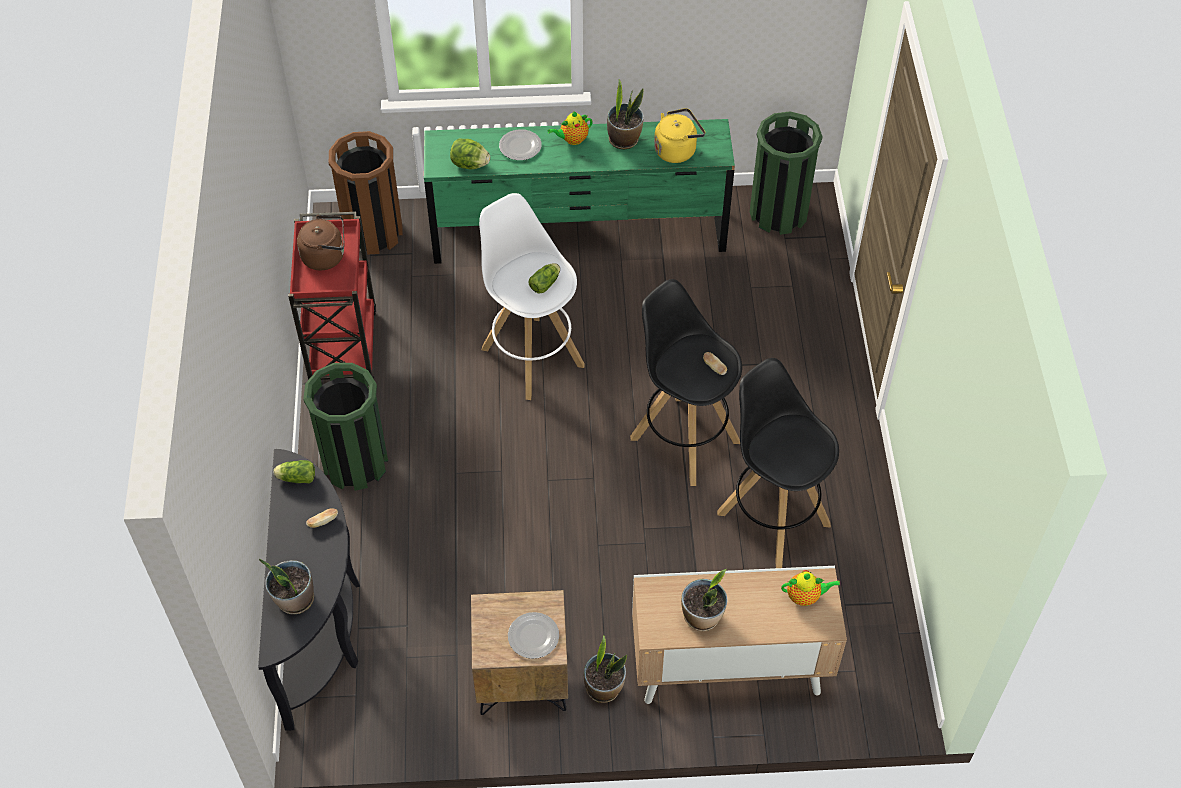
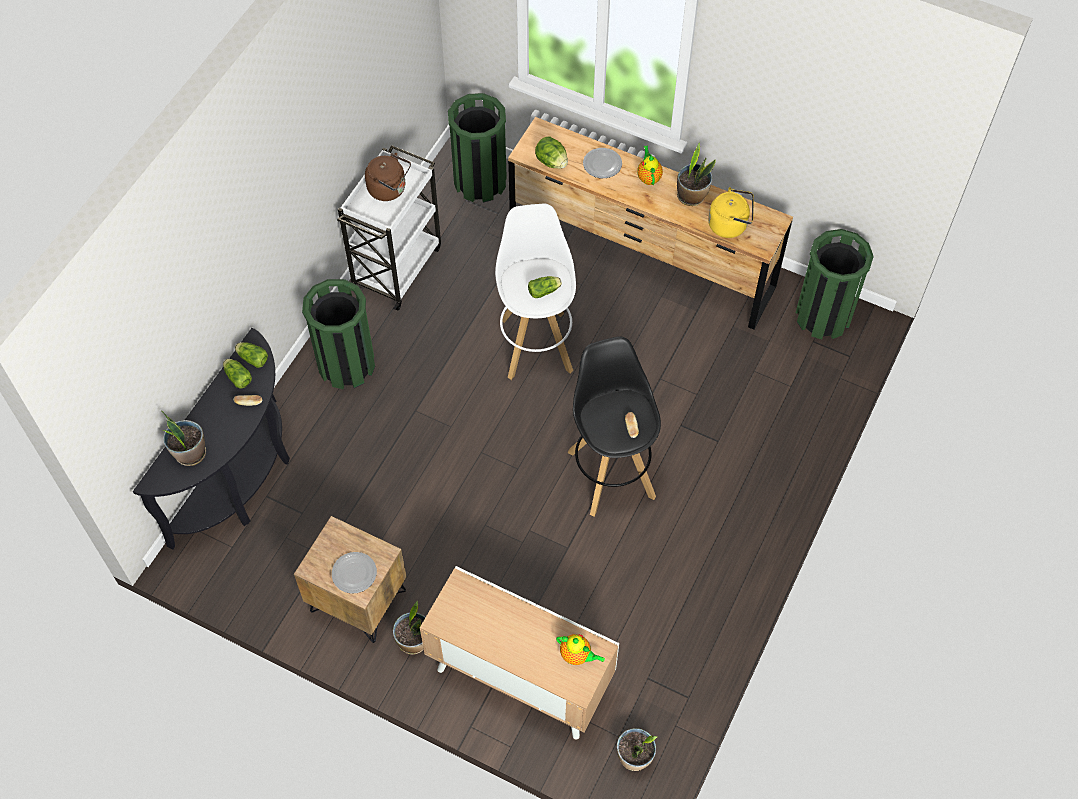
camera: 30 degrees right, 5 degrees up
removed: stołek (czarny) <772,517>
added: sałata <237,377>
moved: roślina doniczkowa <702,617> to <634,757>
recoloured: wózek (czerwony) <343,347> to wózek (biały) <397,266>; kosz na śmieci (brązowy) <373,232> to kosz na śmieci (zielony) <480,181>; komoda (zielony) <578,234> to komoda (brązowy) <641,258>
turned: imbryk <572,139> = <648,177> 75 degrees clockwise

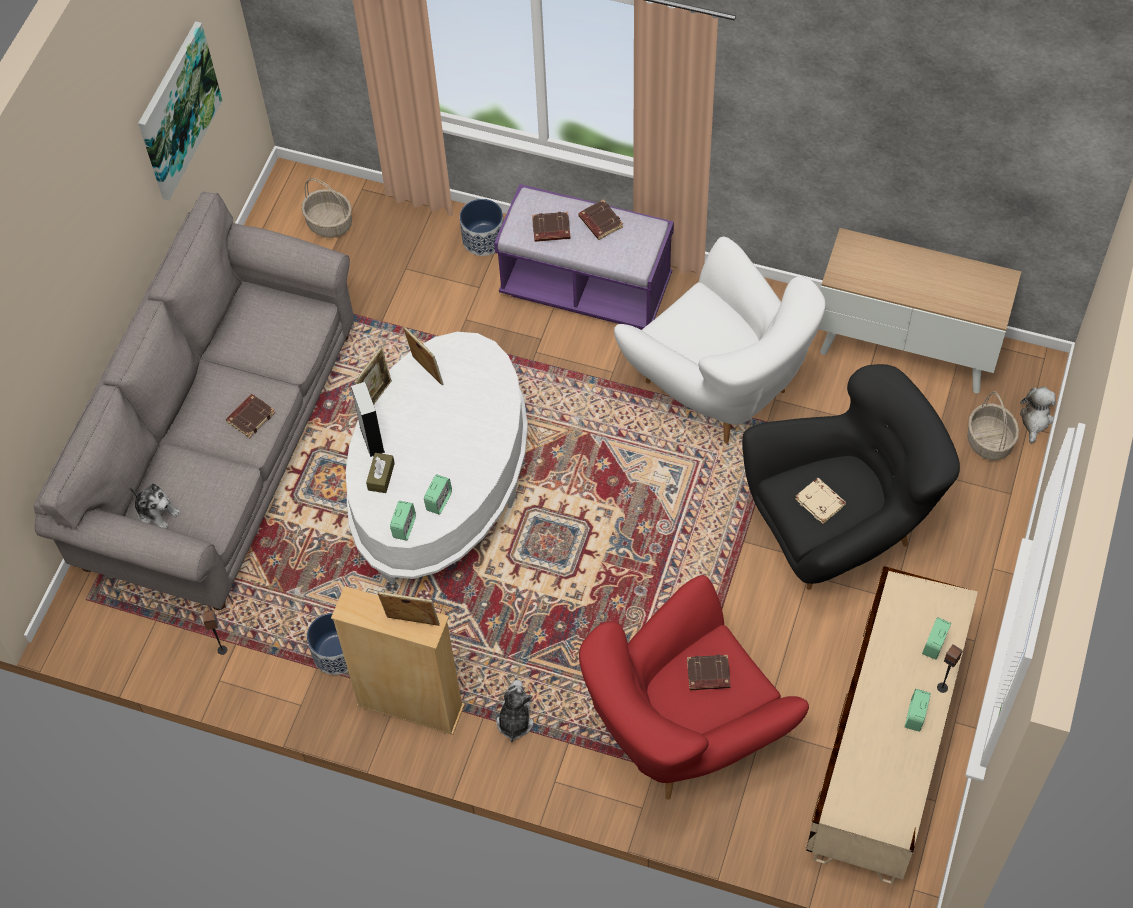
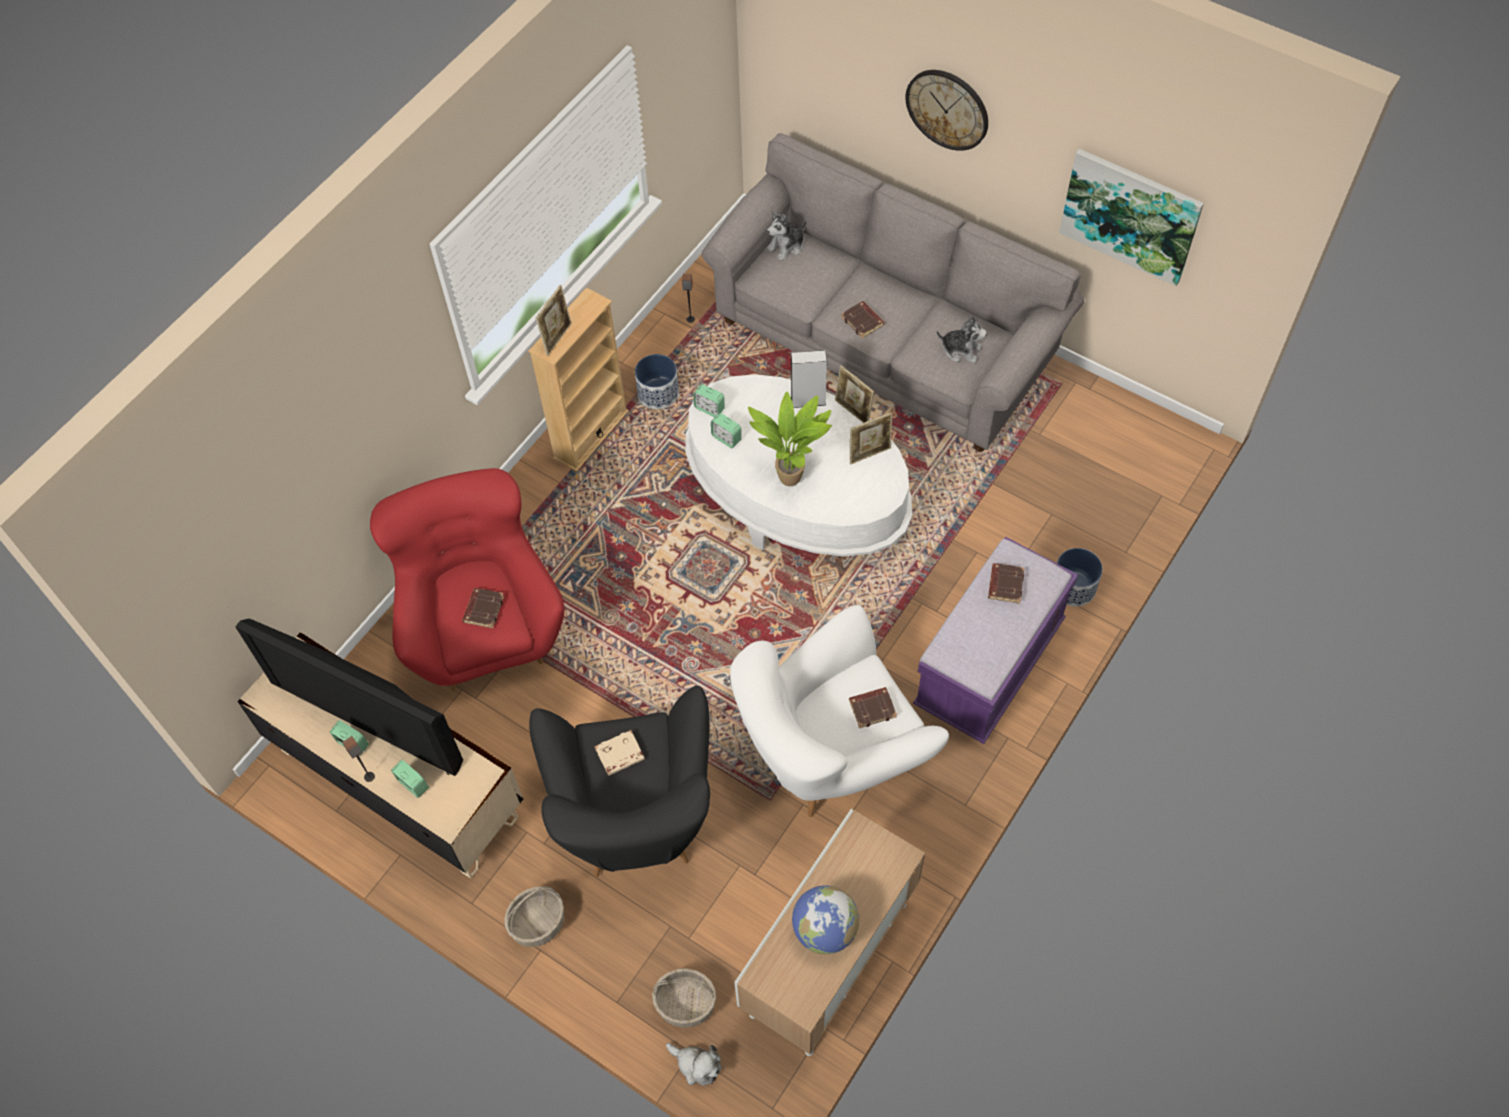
camera: 105 degrees right, 0 degrees up
removed: pudełko chusteczek (brązowy) <381,476>
added: telewizor <370,718>; roślina doniczkowa <792,476>; globus <825,930>; zegar ścienny <947,109>
moved: koszyk <330,223> to <538,924>; książka (brązowy) <600,222> to <872,708>; pluszak <514,720> to <961,350>

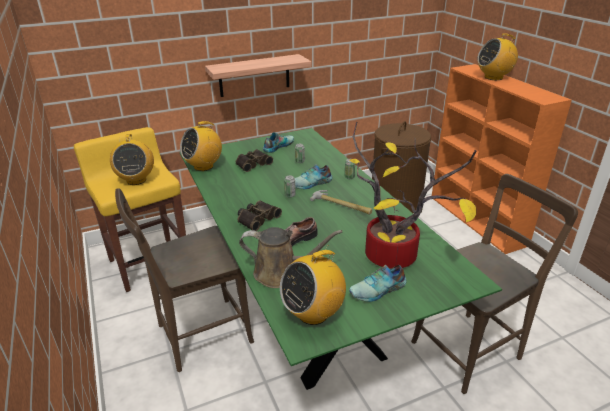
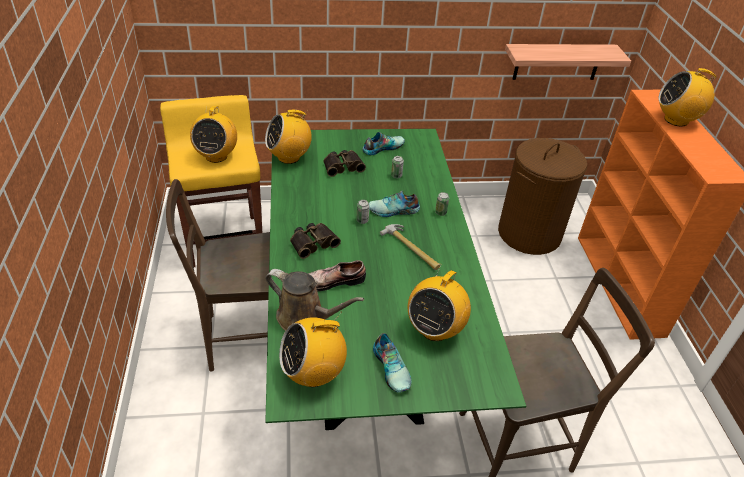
camera: 15 degrees right, 10 degrees up
moved: półka <254,75> to <557,62>
replaced: roślina doniczkowa <395,254> to radio <435,329>
turned: but <378,290> = <392,367> 105 degrees counterclockwise

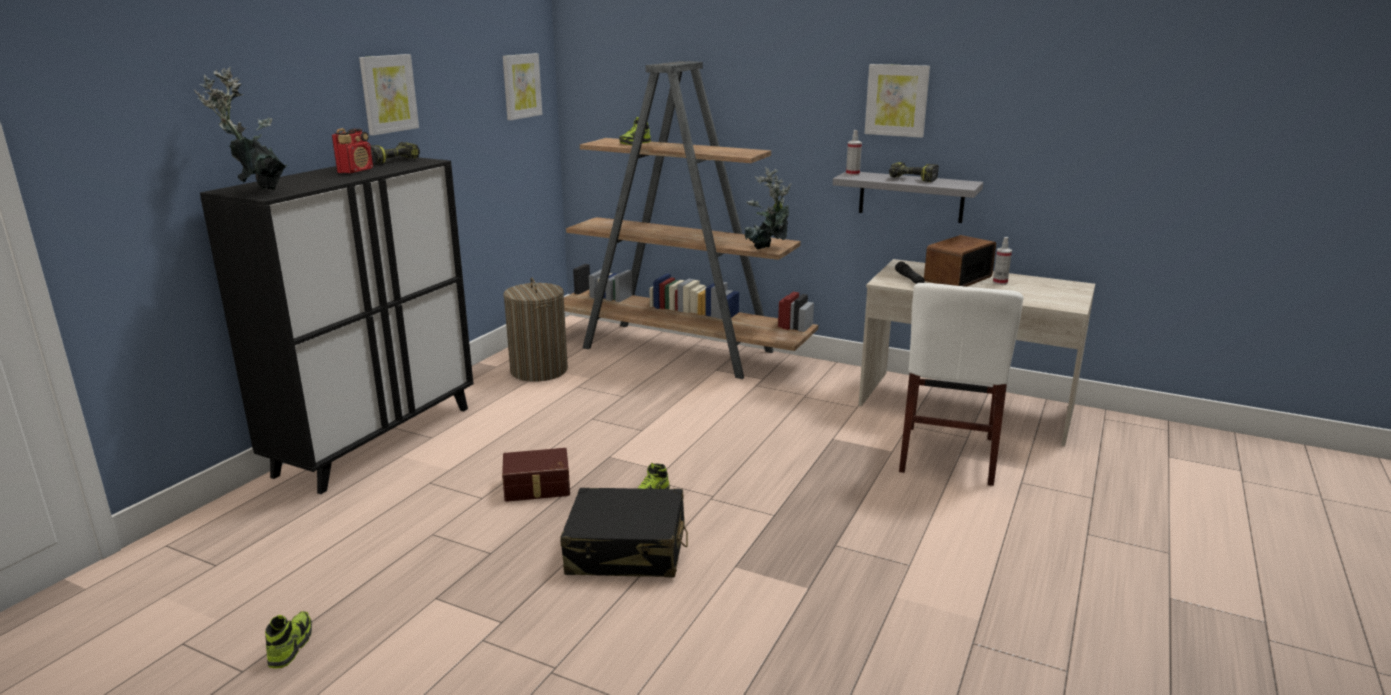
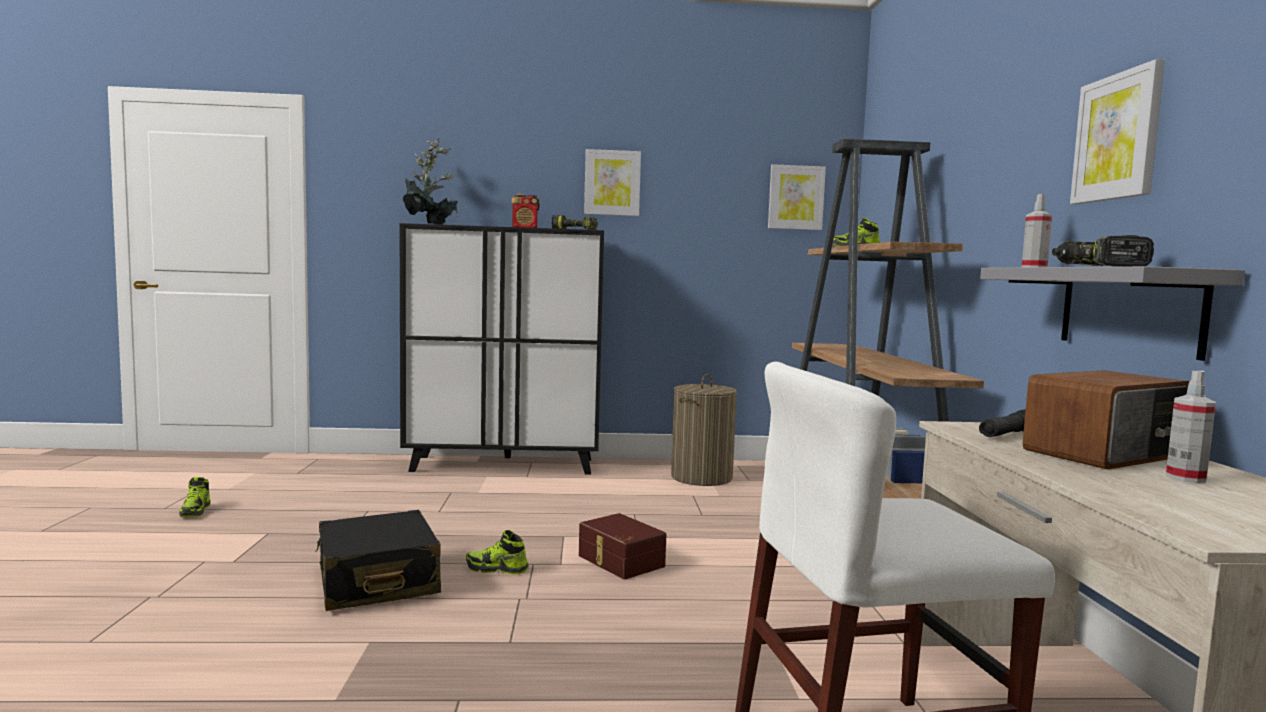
camera: 60 degrees right, 15 degrees down
removed: roślina doniczkowa <767,250>
moved: pojemnik do przechowywania (brązowy) <537,487> to <619,561>
turned: but <291,646> = <195,511> 105 degrees clockwise; radio <956,278> = <1105,454> 135 degrees clockwise

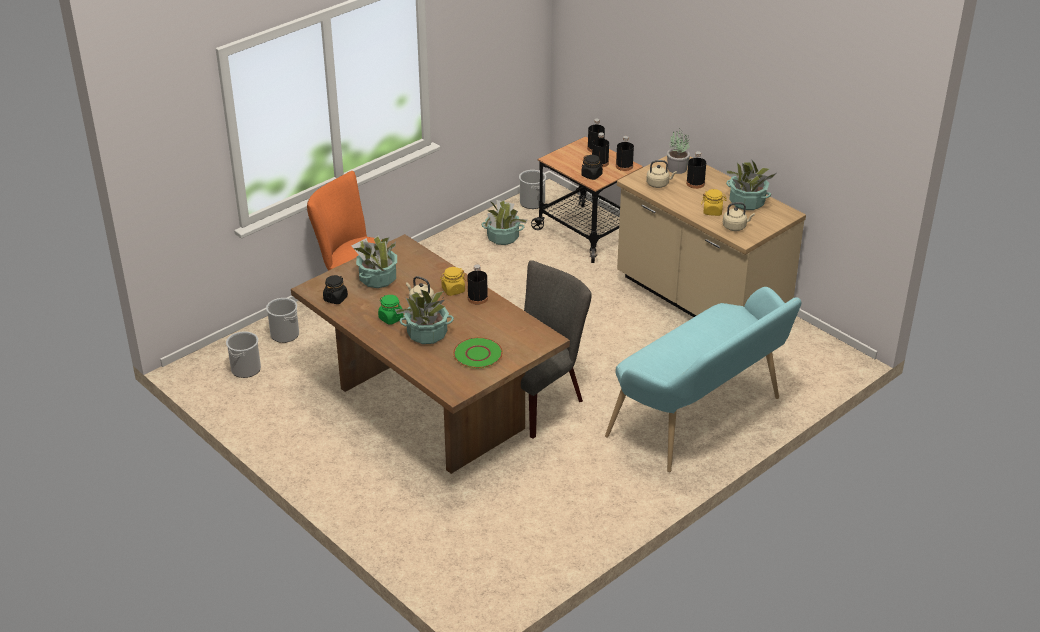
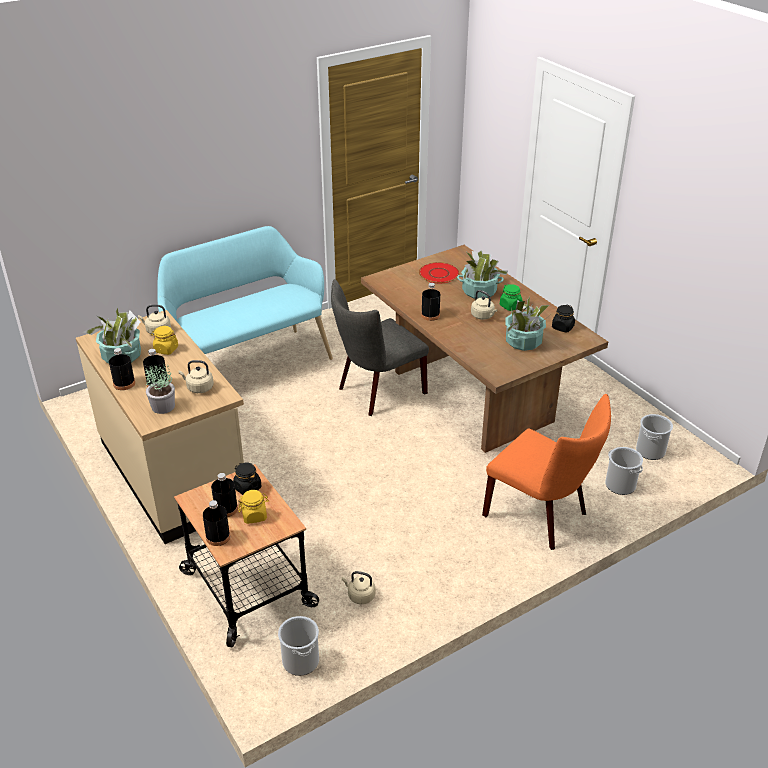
camera: 170 degrees left, 0 degrees up
moved: butelka (czarny) <624,166> to <124,383>; słoik (żółty) <453,290> to <254,515>
replaced: roślina doniczkowa <503,237> to czajnik (beżowy) <360,596>
recoloured: talerz (zielony) <478,354> to talerz (czerwony) <438,273>

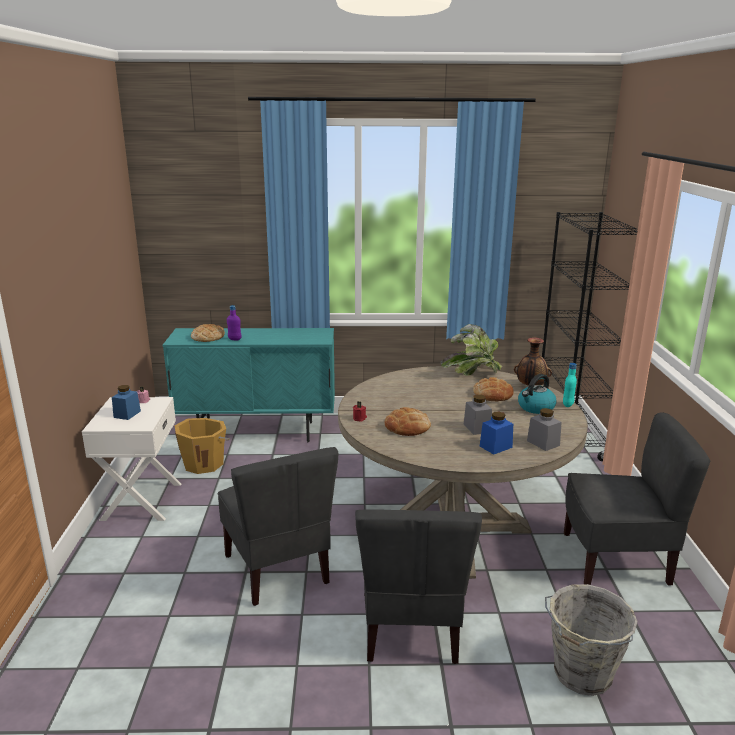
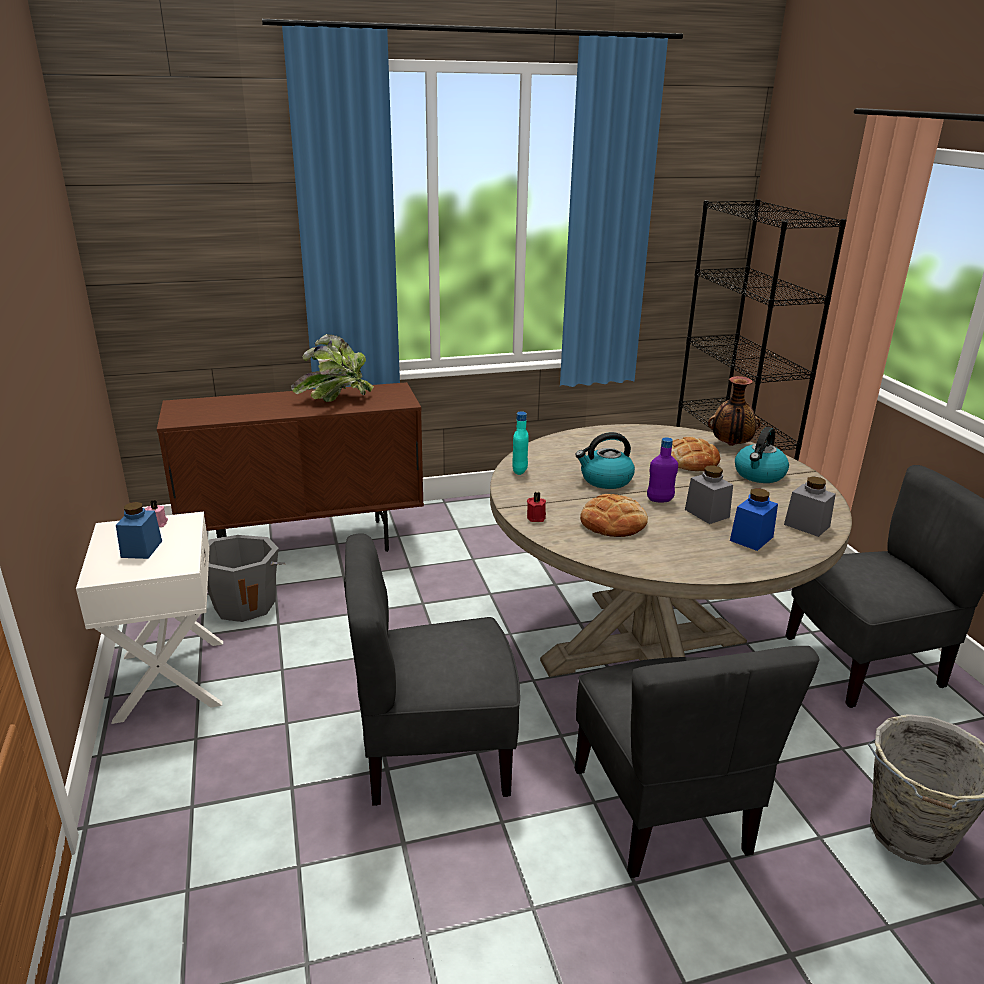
camera: 15 degrees left, 5 degrees up
removed: chleb <208,337>
added: czajnik <605,480>
moved: roślina doniczkowa <472,373> to <335,398>; butelka (turkusowy) <568,404> to <519,471>; butelka (fioletowy) <234,339> to <660,500>
recoloured: szafka (turkusowy) <257,432> to szafka (brązowy) <306,545>; wiadro (pomarańczowy) <204,463> to wiadro (szary) <245,604>
turned: krzesło (szary) <278,569> = <434,755> 120 degrees clockwise

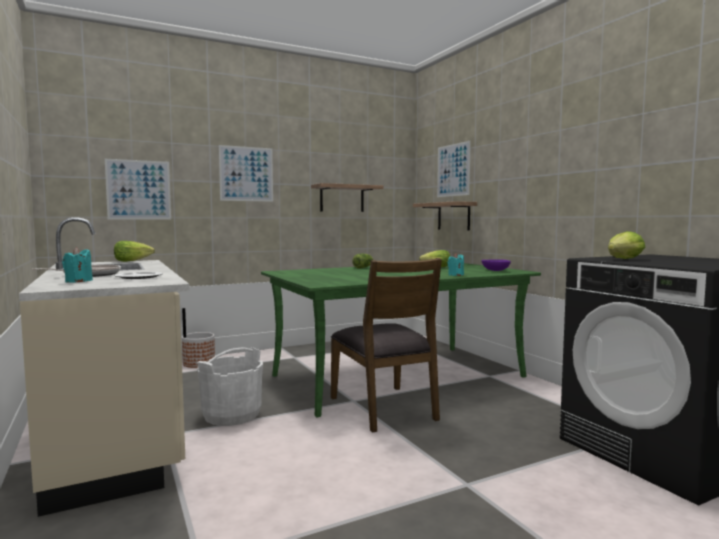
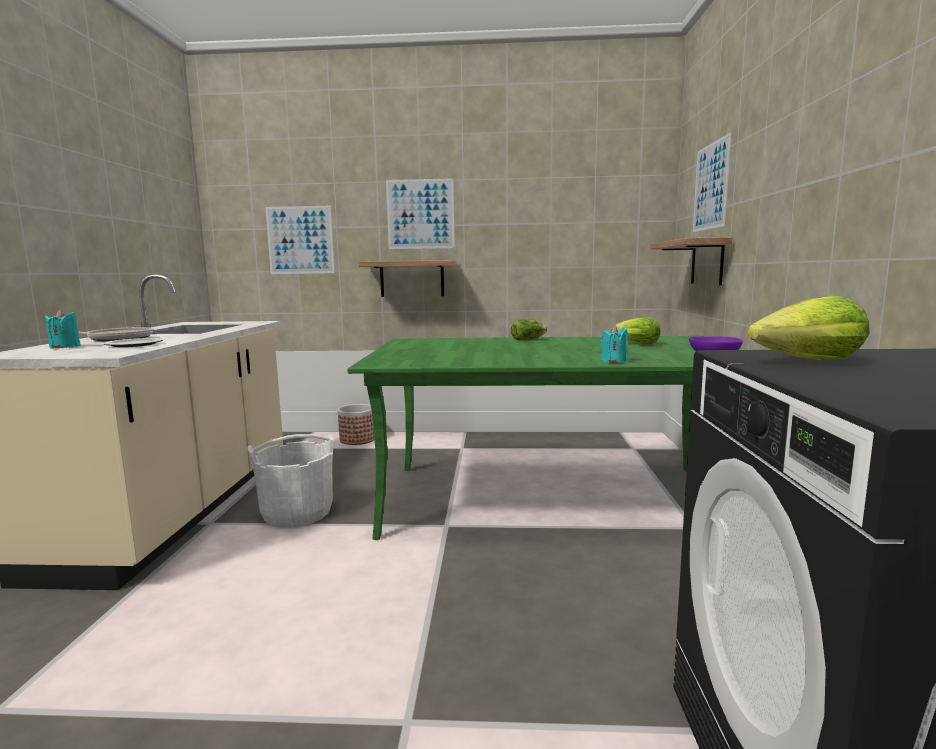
camera: 30 degrees right, 5 degrees up
removed: sałata <132,261>; krzesło (brązowy) <384,408>
moved: półka <342,198> to <412,279>

